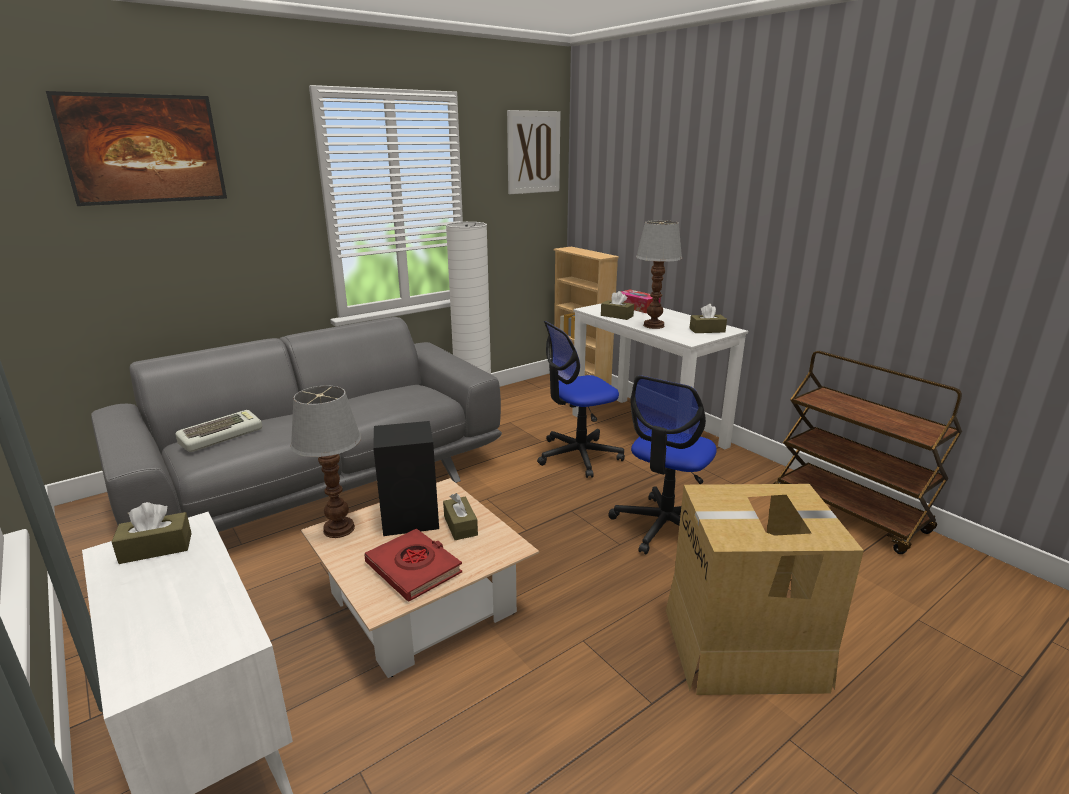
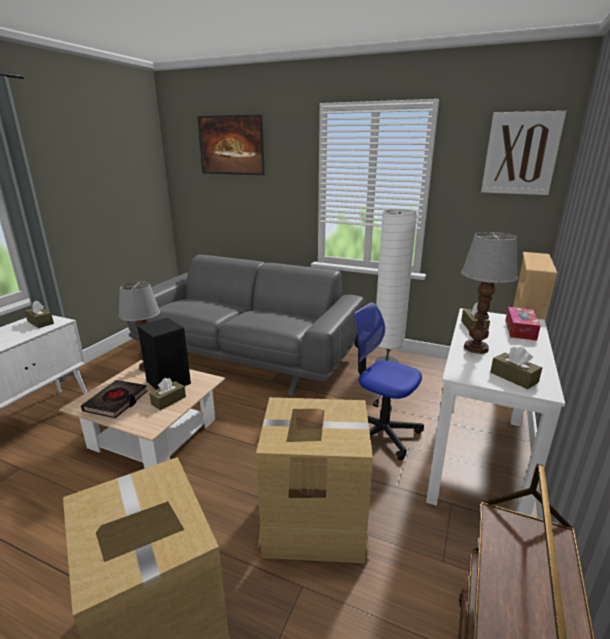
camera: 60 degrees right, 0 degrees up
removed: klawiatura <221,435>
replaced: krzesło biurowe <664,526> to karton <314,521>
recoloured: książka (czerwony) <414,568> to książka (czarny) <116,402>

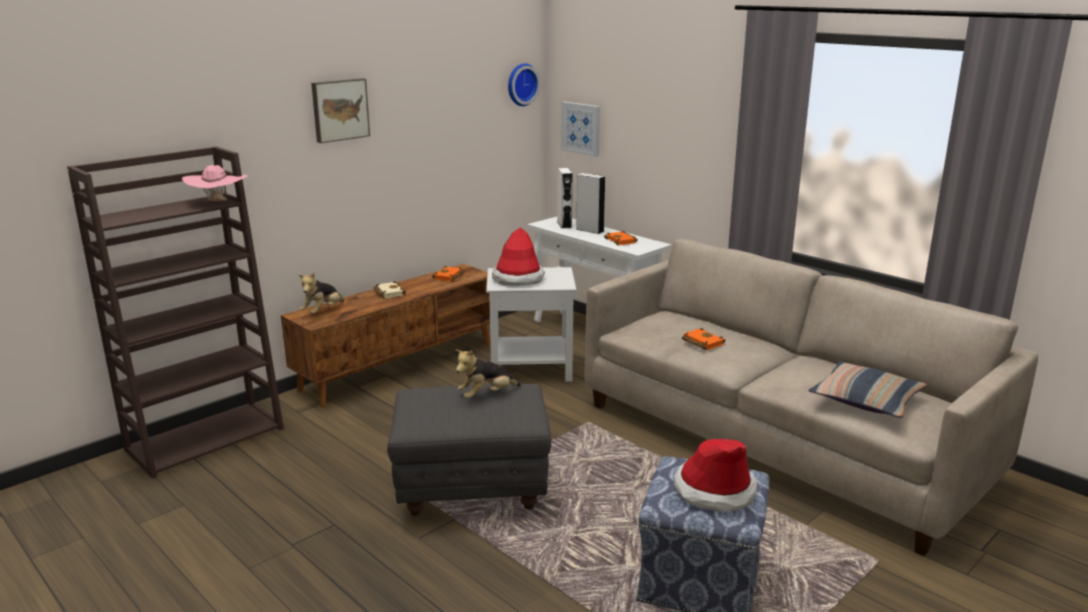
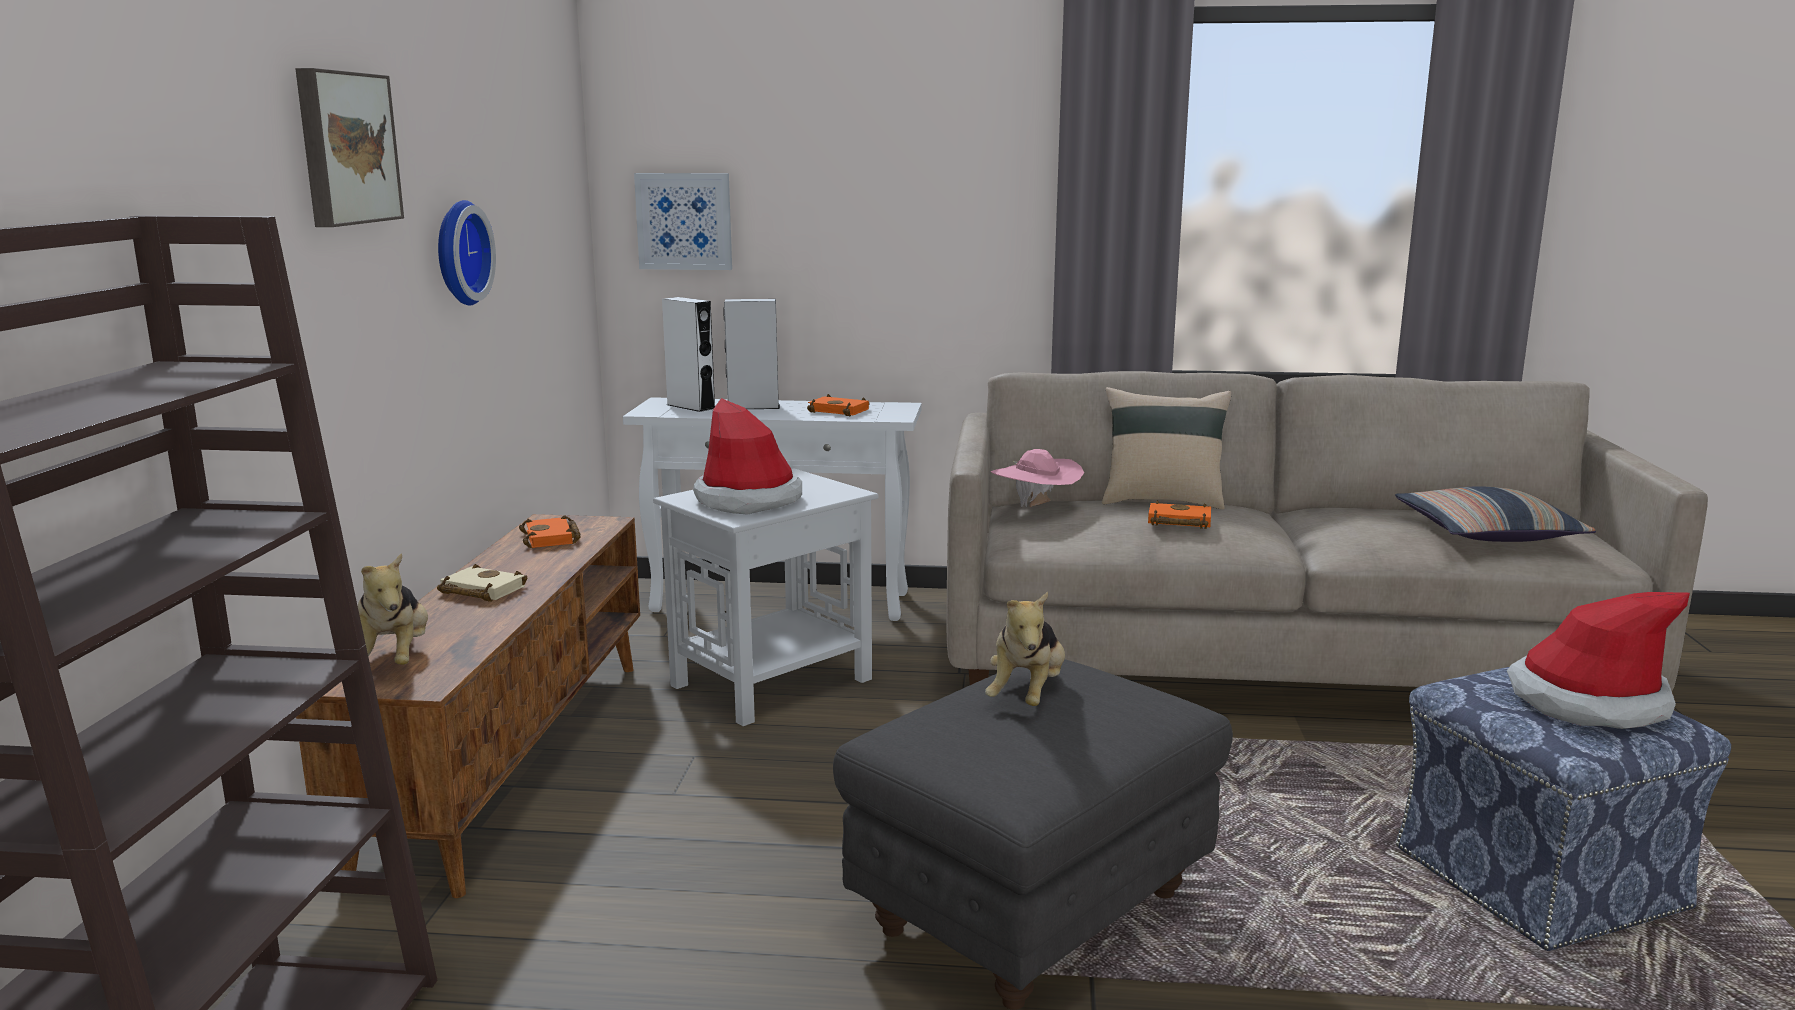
camera: 40 degrees left, 5 degrees down
added: poduszka (beżowy) <1162,501>
moved: zegar ścienny <521,84> to <457,253>; kapelusz (różowy) <218,202> to <1036,508>

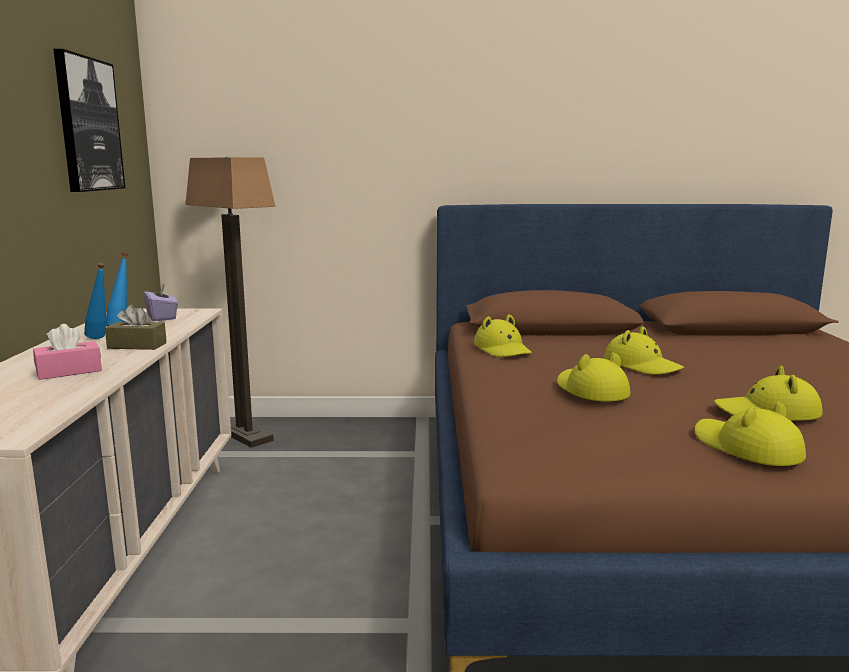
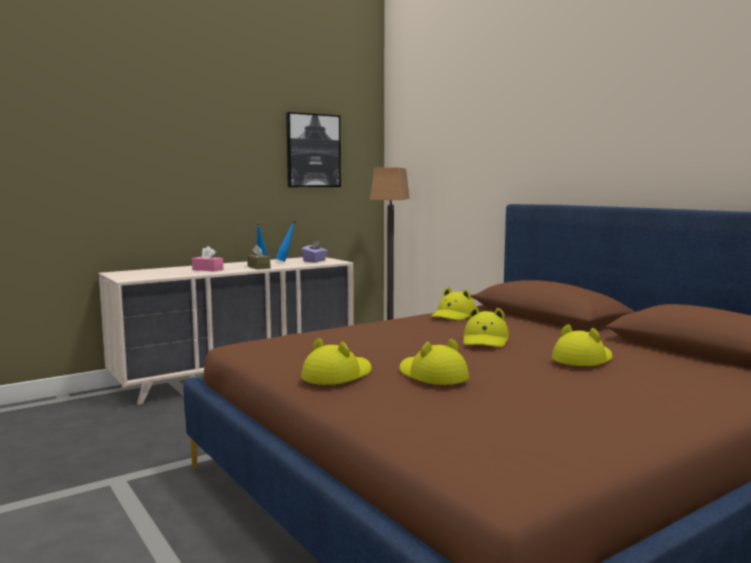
camera: 55 degrees right, 5 degrees down
moved: kapelusz (żółty) <591,390> to <582,359>

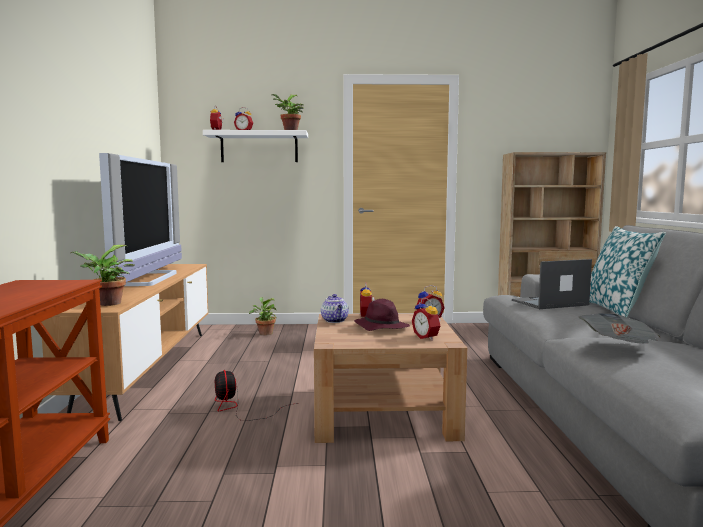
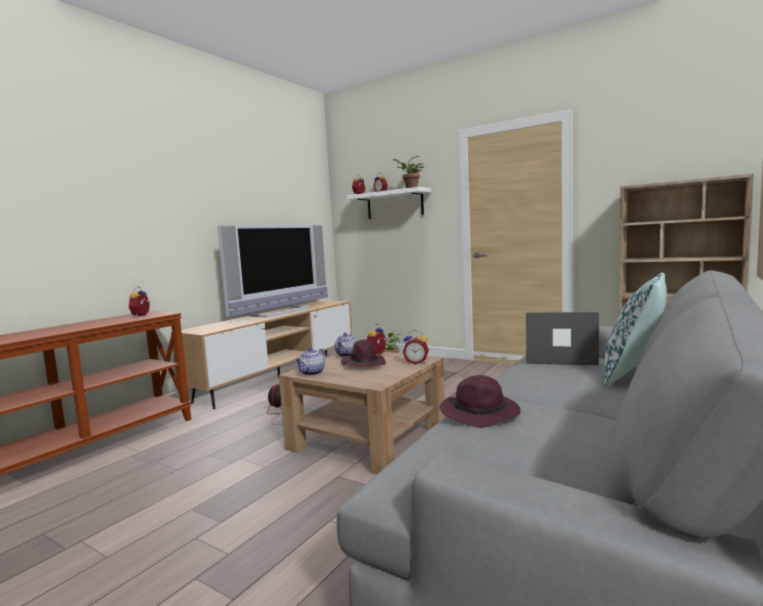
camera: 35 degrees right, 0 degrees up
removed: roślina doniczkowa <106,304>
added: imbryk <311,373>
moved: budzik <427,337> to <142,315>
replaced: gazeta <619,349> to kapelusz (fioletowy) <481,414>

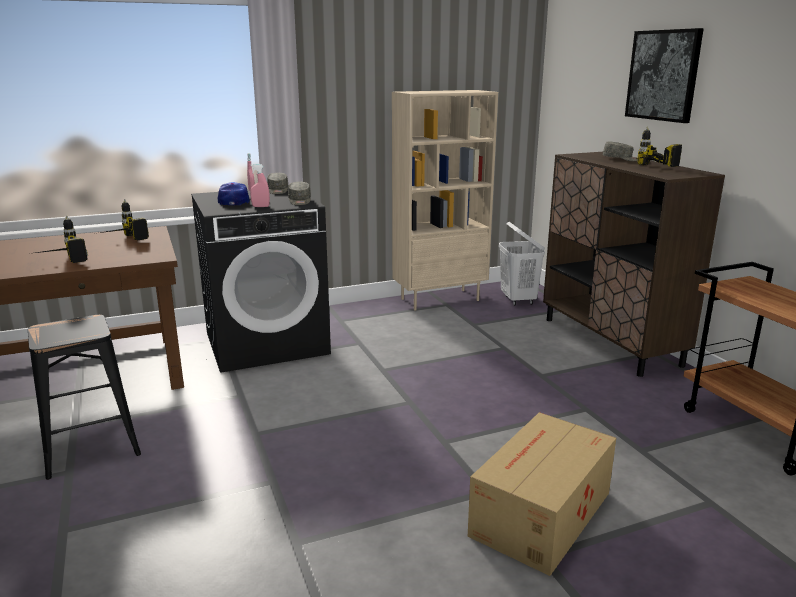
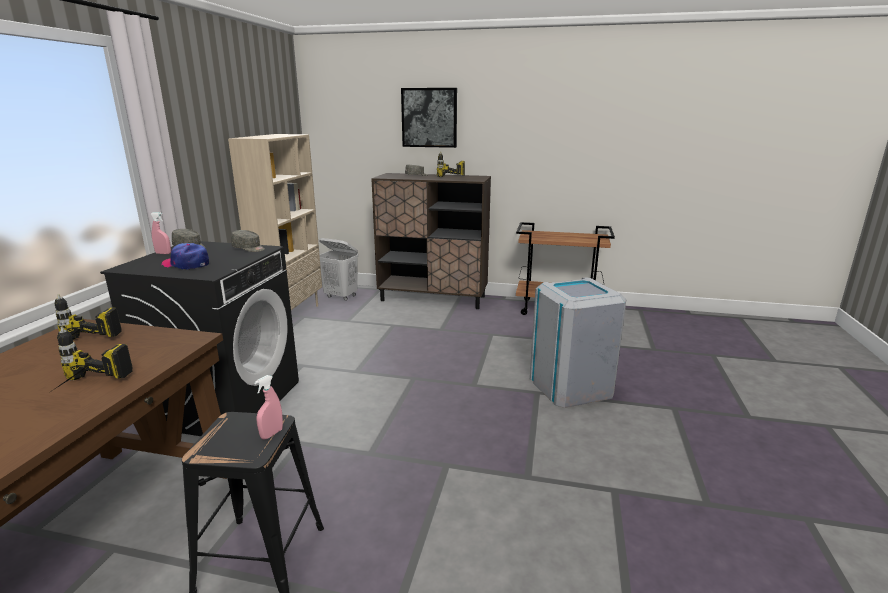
camera: 55 degrees left, 0 degrees up
moved: spryskiwacz (różowy) <260,206> to <271,434>
replaced: karton <539,514> to kosz na śmieci (szary) <570,386>

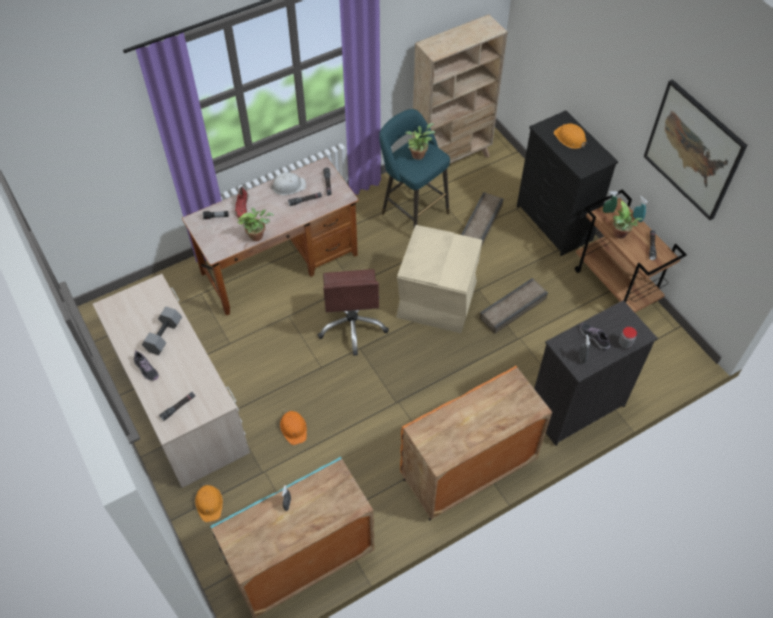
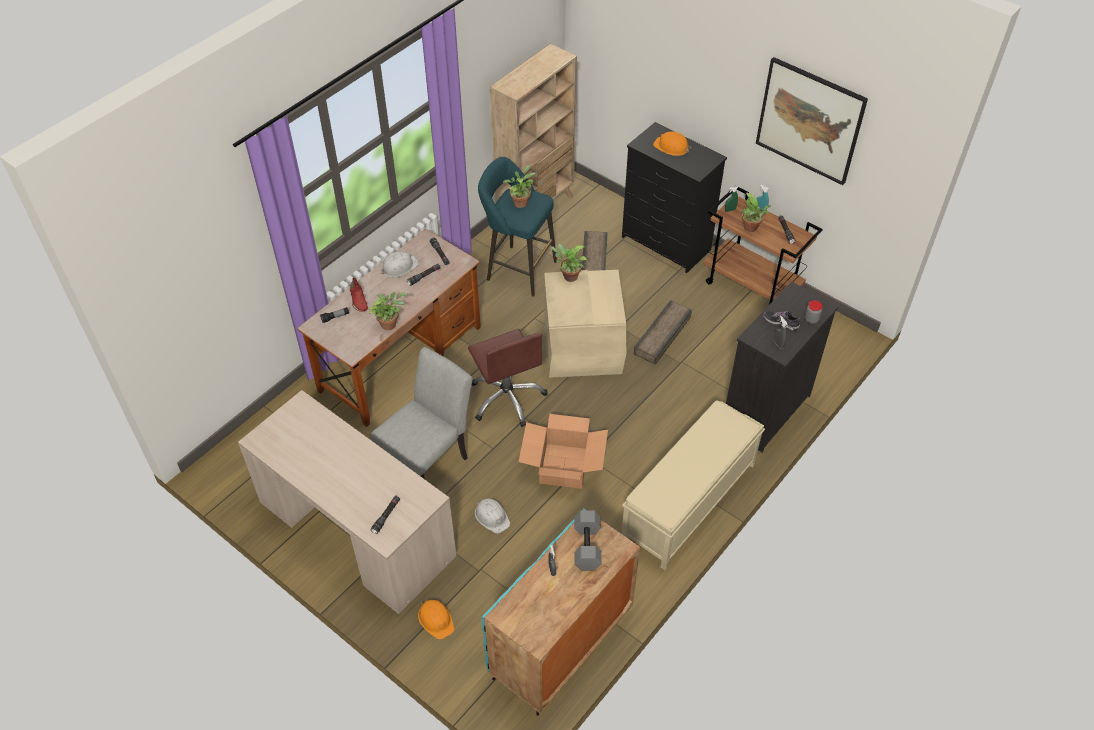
camera: 20 degrees left, 5 degrees down
removed: but <146,369>
added: krzesło (szary) <429,461>; karton <563,466>; roślina doniczkowa <568,277>
moved: hantel (szary) <164,336> to <588,547>
replaced: szafka (pomarańczowy) <467,471> to ławka (beżowy) <688,502>
recoloured: kask (pomarańczowy) <294,428> to kask (biały) <492,517>

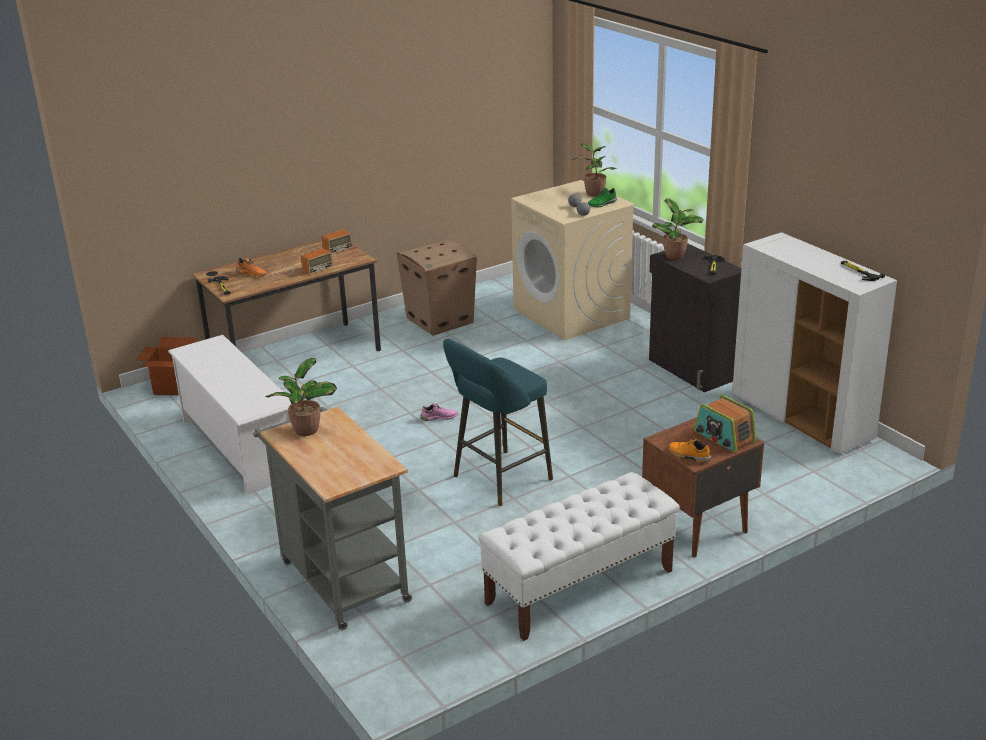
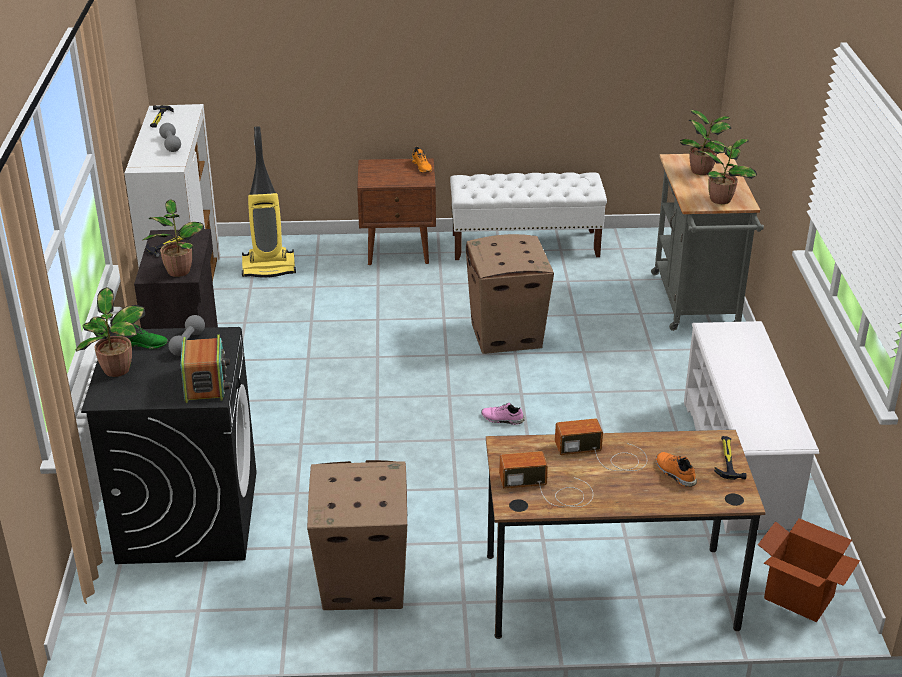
camera: 150 degrees left, 5 degrees up
added: hantel (szary) <171,144>; odkurzacz <269,268>; roślina doniczkowa <702,171>
moved: radio <724,437> to <206,383>
replaced: stołek (turkusowy) <498,480> to karton <506,335>
recoloured: pralka (beżowy) <572,314> to pralka (czarny) <188,516>

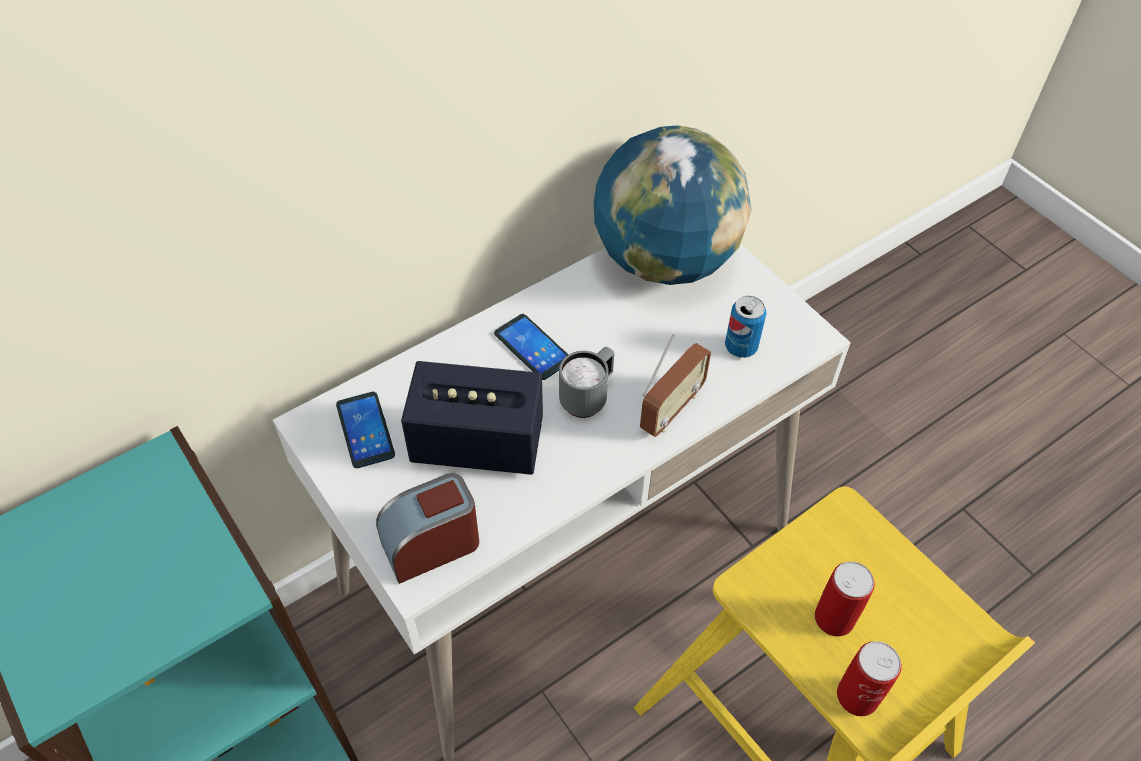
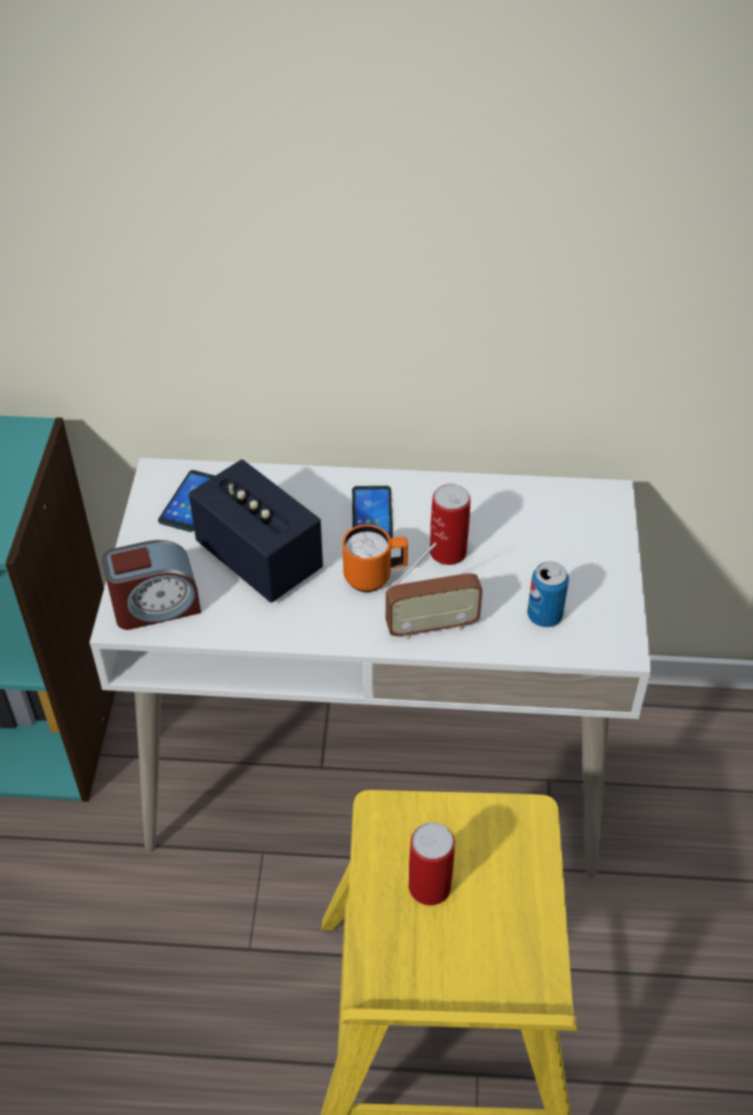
camera: 40 degrees right, 5 degrees down
removed: globus <665,260>
moved: puszka <857,696> to <448,552>
recoloured: kubek (szary) <588,398> to kubek (pomarańczowy) <375,577>
turned: budzik <431,545> = <156,606> 150 degrees clockwise

